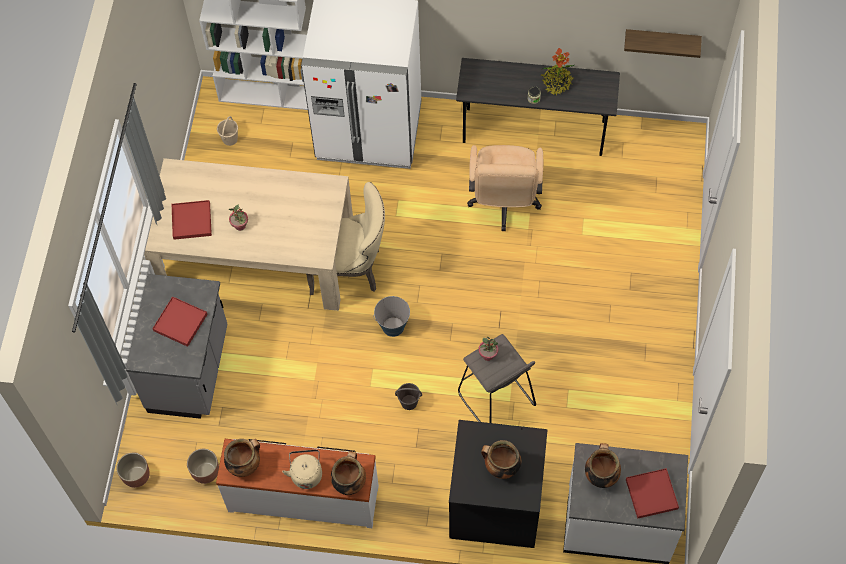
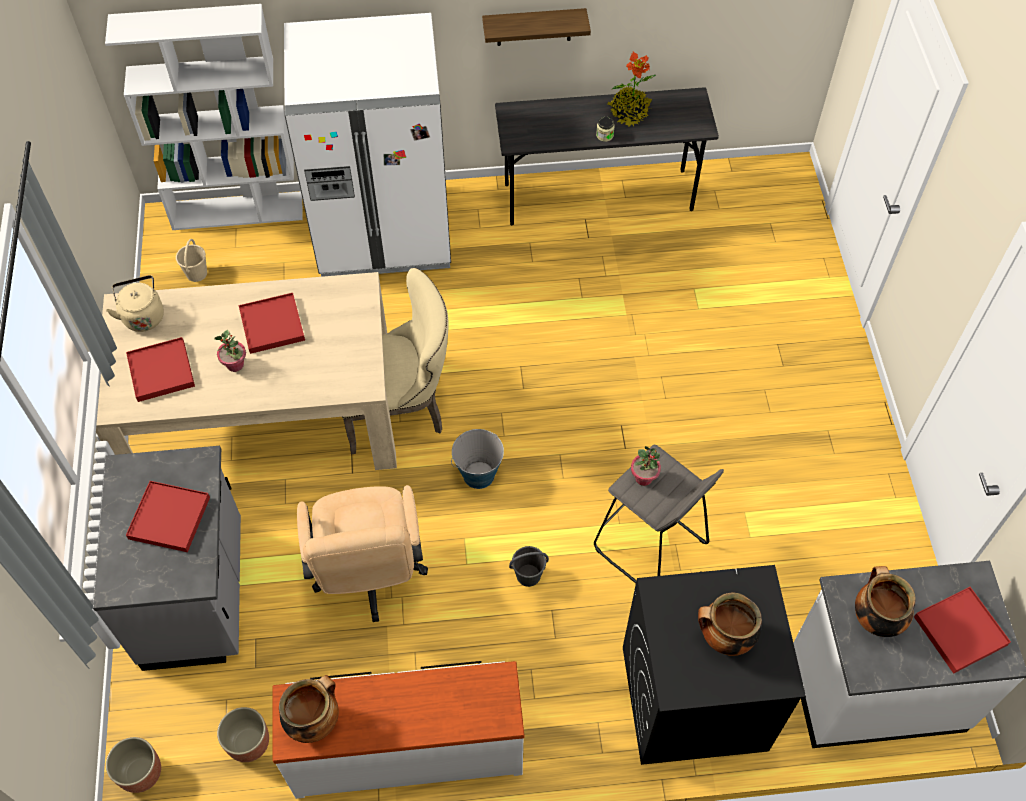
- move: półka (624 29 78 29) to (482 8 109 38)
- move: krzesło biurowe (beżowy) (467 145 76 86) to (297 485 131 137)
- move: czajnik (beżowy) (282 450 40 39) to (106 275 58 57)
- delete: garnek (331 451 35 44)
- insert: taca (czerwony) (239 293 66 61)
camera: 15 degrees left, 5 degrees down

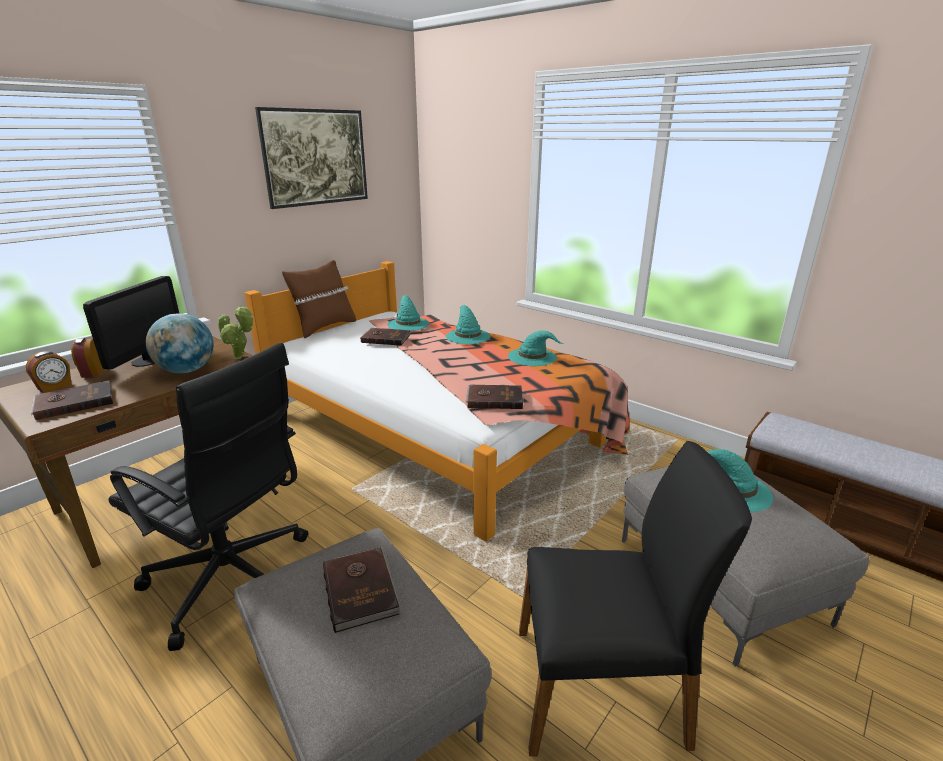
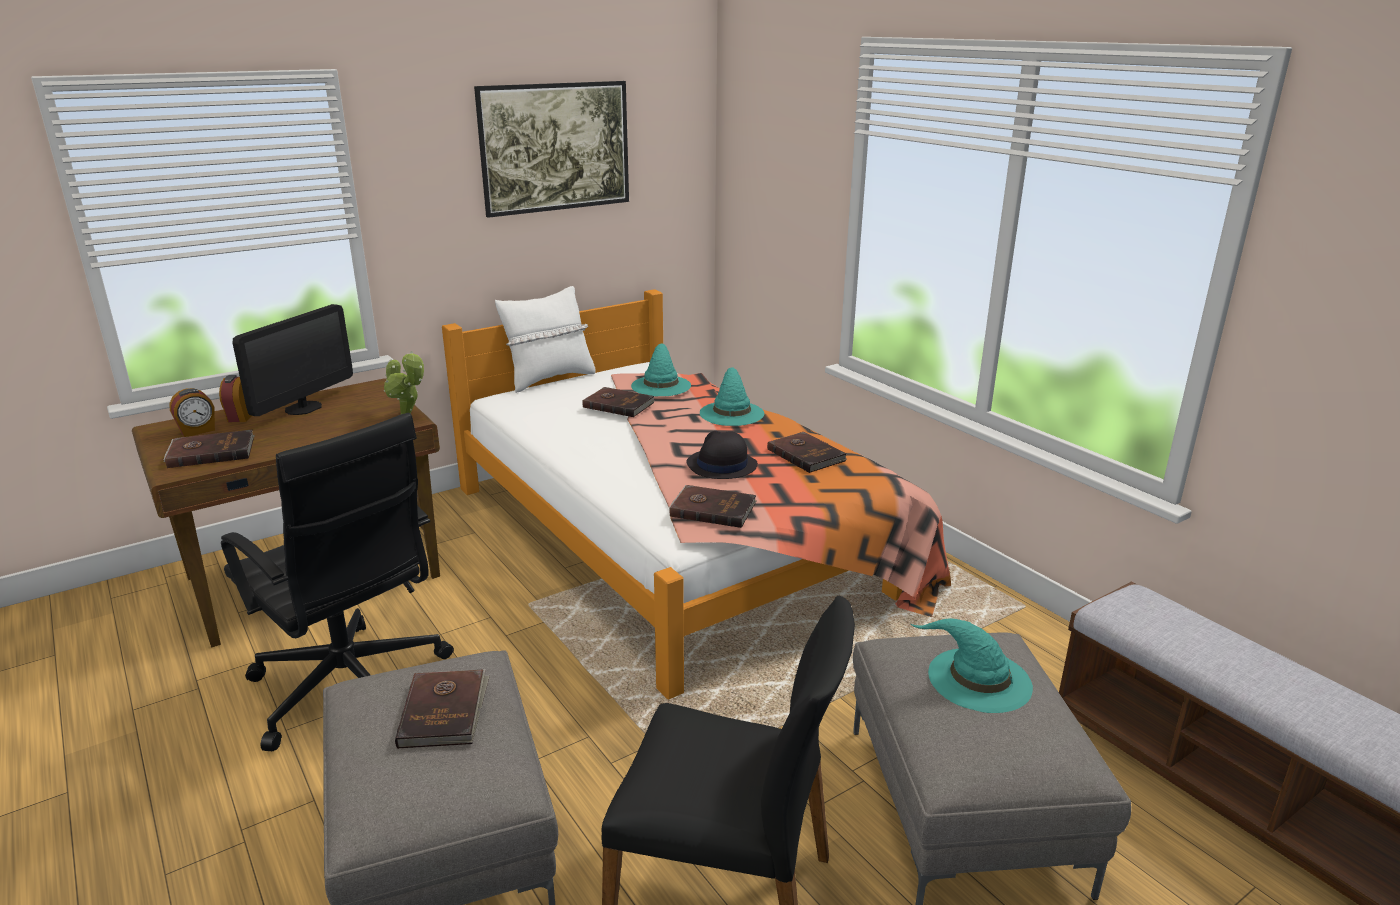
- recolor: poduszka (brązowy) (282 260 74 79) to poduszka (biały) (495 286 100 107)
- delete: globus (146 313 68 60)
- replace: kapelusz (turkusowy) (508 330 56 36) to książka (brązowy) (767 432 80 41)
- insert: kapelusz (czarny) (686 431 72 48)
camera: 15 degrees right, 0 degrees up

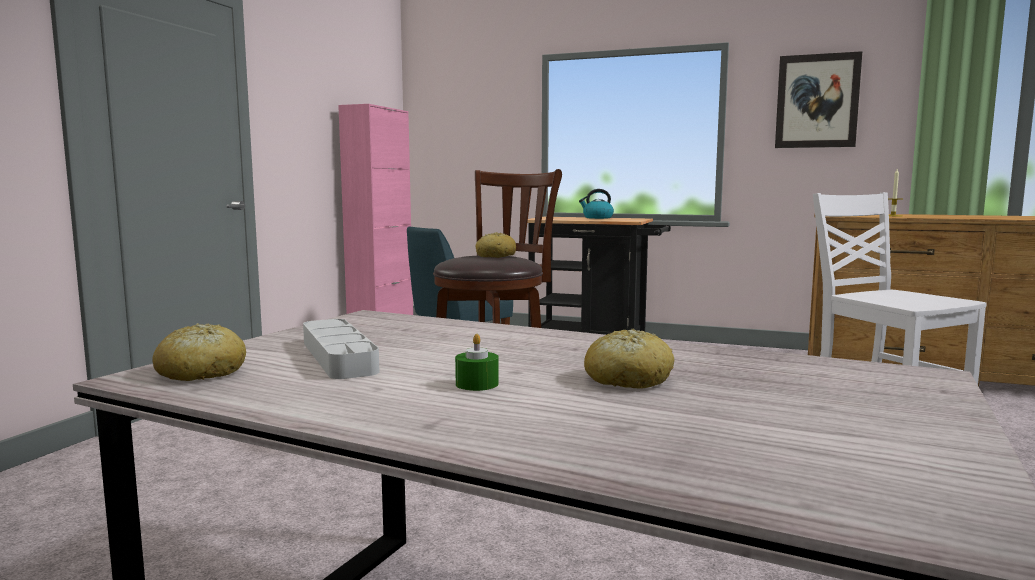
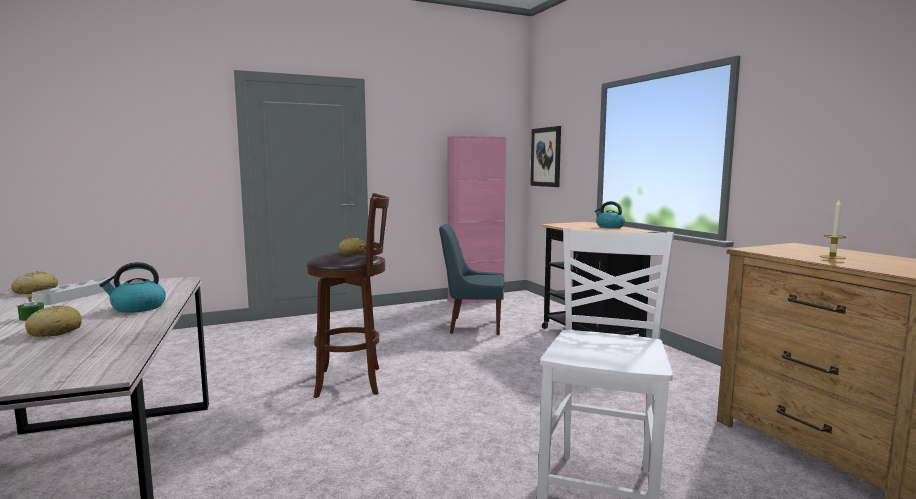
- move: obraz (775 51 87 97) to (530 126 31 61)
- insert: czajnik (99 262 67 51)
camera: 45 degrees right, 0 degrees up

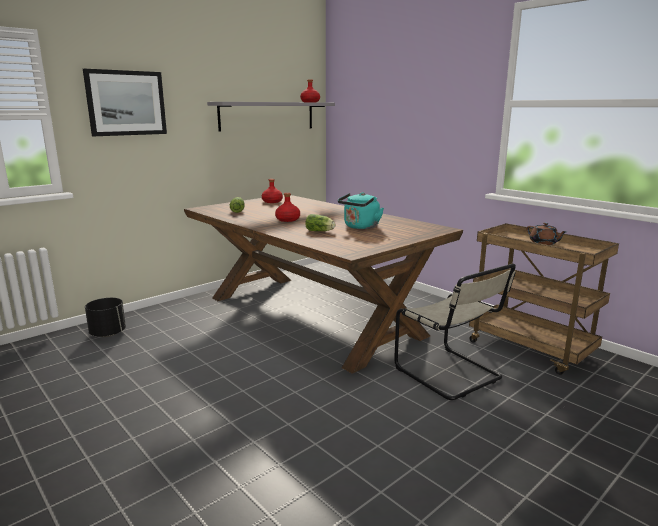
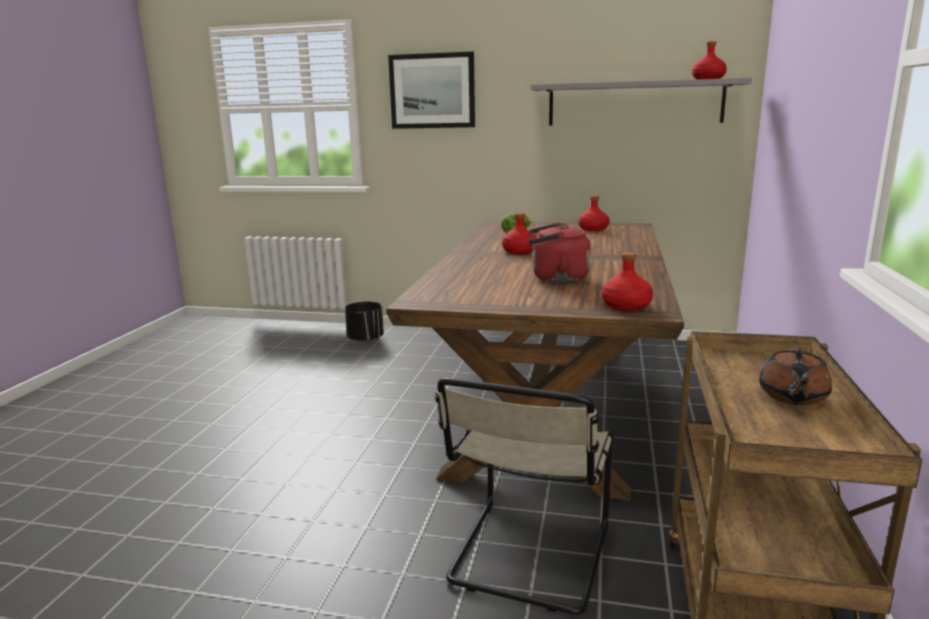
- recolor: czajnik (turkusowy) (338 192 46 37) to czajnik (czerwony) (529 223 62 60)
- delete: sałata (305 214 30 17)
- insert: butelka (czerwony) (601 252 52 59)
camera: 55 degrees right, 0 degrees up

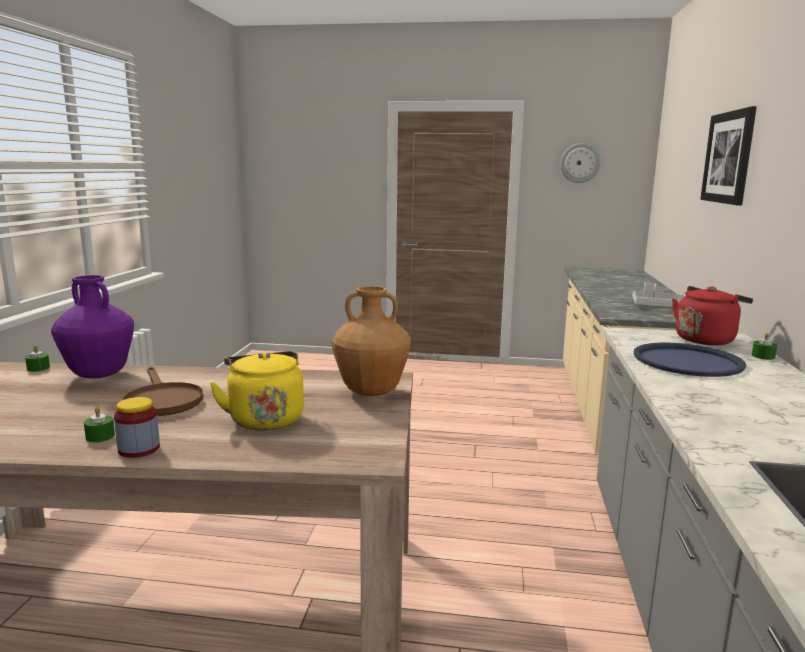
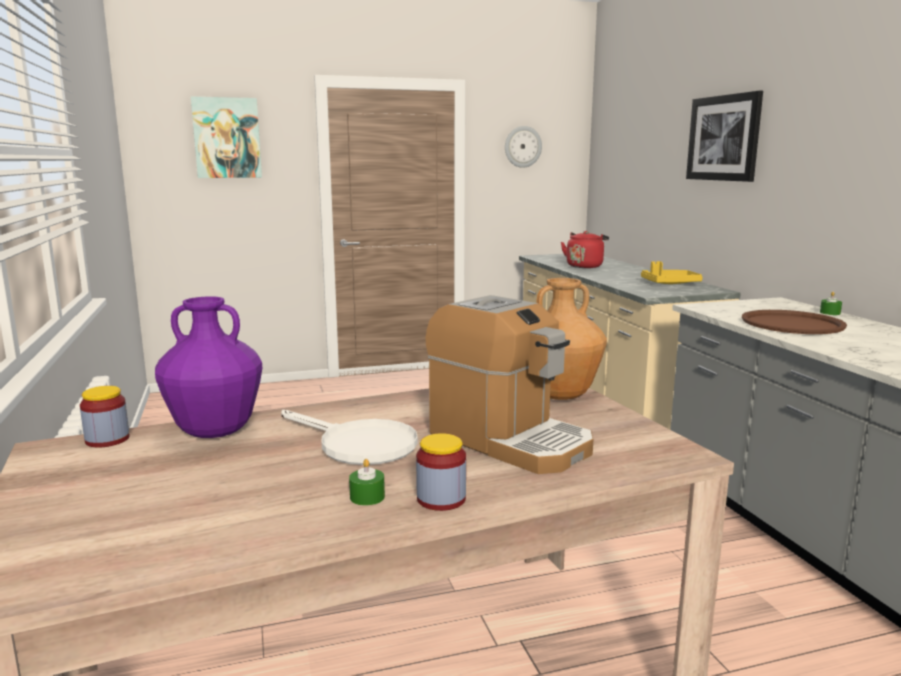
- recolor: taca (szary) (632 283 53 25) to taca (żółty) (641 261 62 23)
- move: czajnik (czerwony) (672 286 81 59) to (561 231 48 37)
- recolor: taca (niebieski) (634 343 112 34) to taca (brązowy) (742 310 105 24)
- replace: świeca (zielony) (25 345 25 27) to słoik (80 386 50 61)
- replace: czajnik (żółty) (210 351 94 79) to ekspres do kawy (425 295 168 179)
- recolor: patelnia (brązowy) (123 367 80 49) to patelnia (biały) (281 410 137 55)
- insert: obraz (191 96 71 82)
camera: 25 degrees left, 0 degrees up

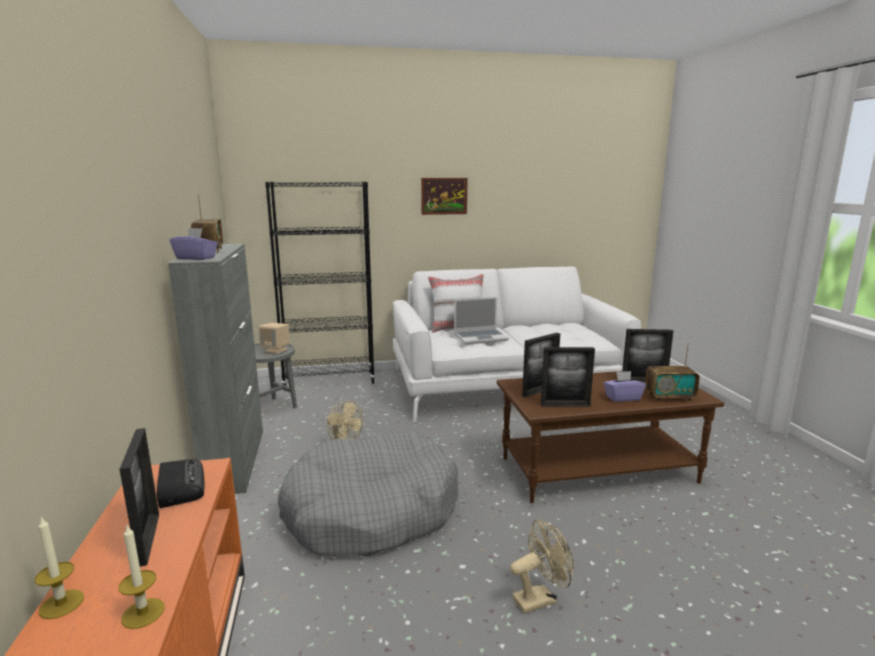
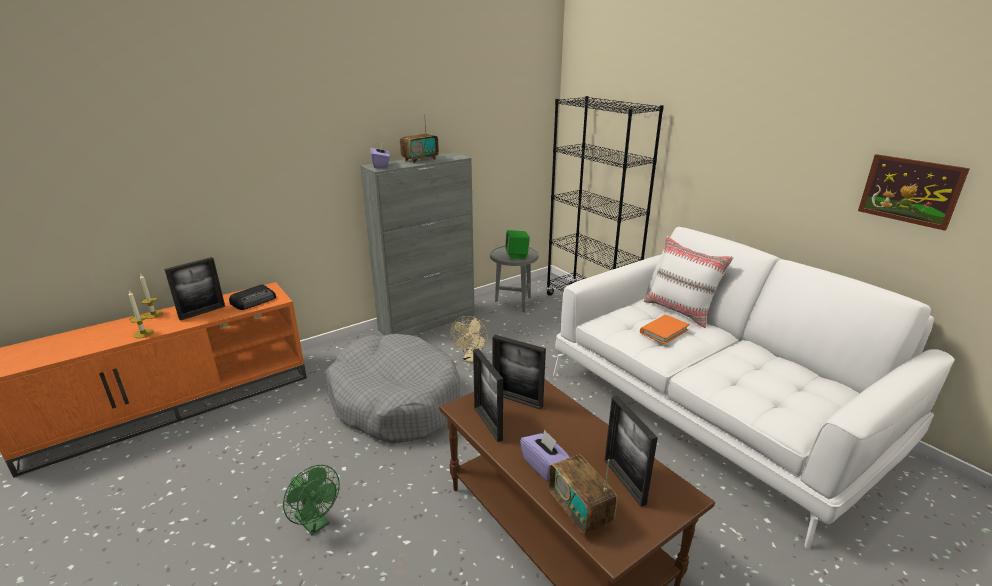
- move: obraz (421 178 46 37) to (858 154 112 77)
- replace: laptop (454 297 55 47) to książka (pomarańczowy) (640 315 50 29)
- recolor: głośnik (beżowy) (259 323 30 31) to głośnik (zielony) (505 230 25 30)
- recolor: wentylator (beżowy) (510 519 64 95) to wentylator (zielony) (283 465 57 70)
camera: 65 degrees right, 10 degrees up

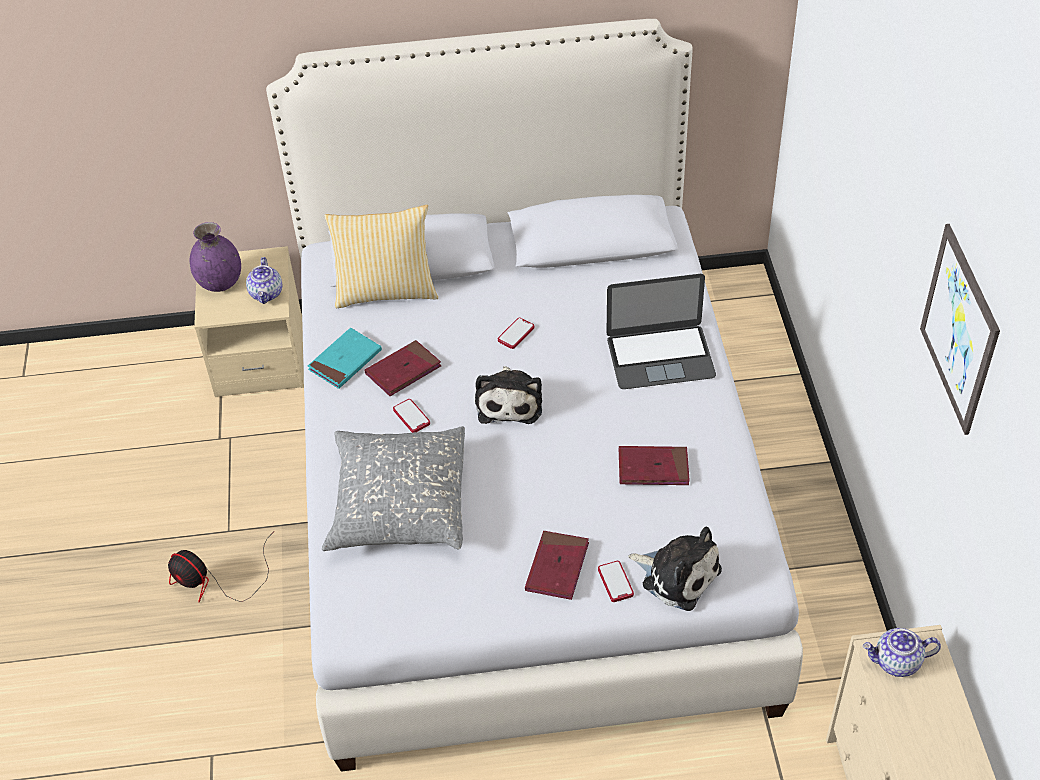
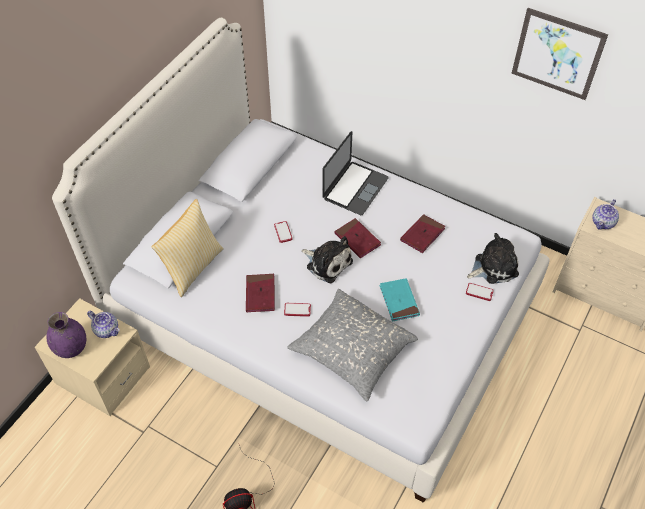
- move: książka (turkusowy) (308 328 74 61) to (380 278 40 44)
- move: książka (czerwony) (525 531 64 69) to (335 218 46 40)
camera: 55 degrees left, 5 degrees up

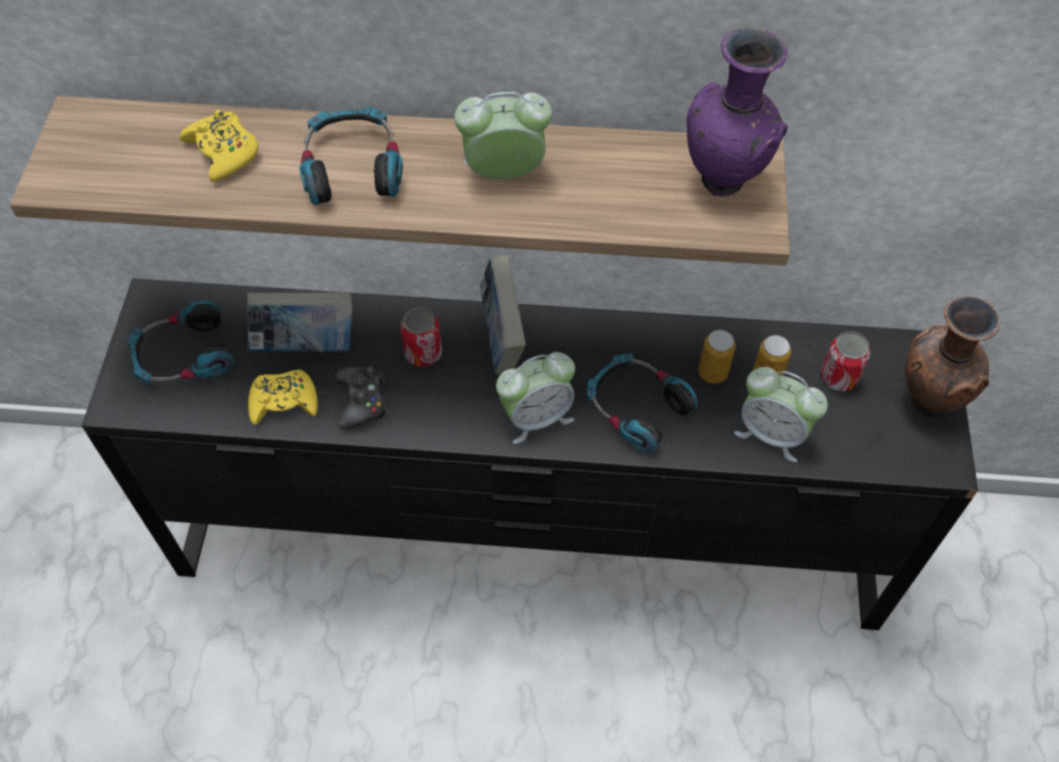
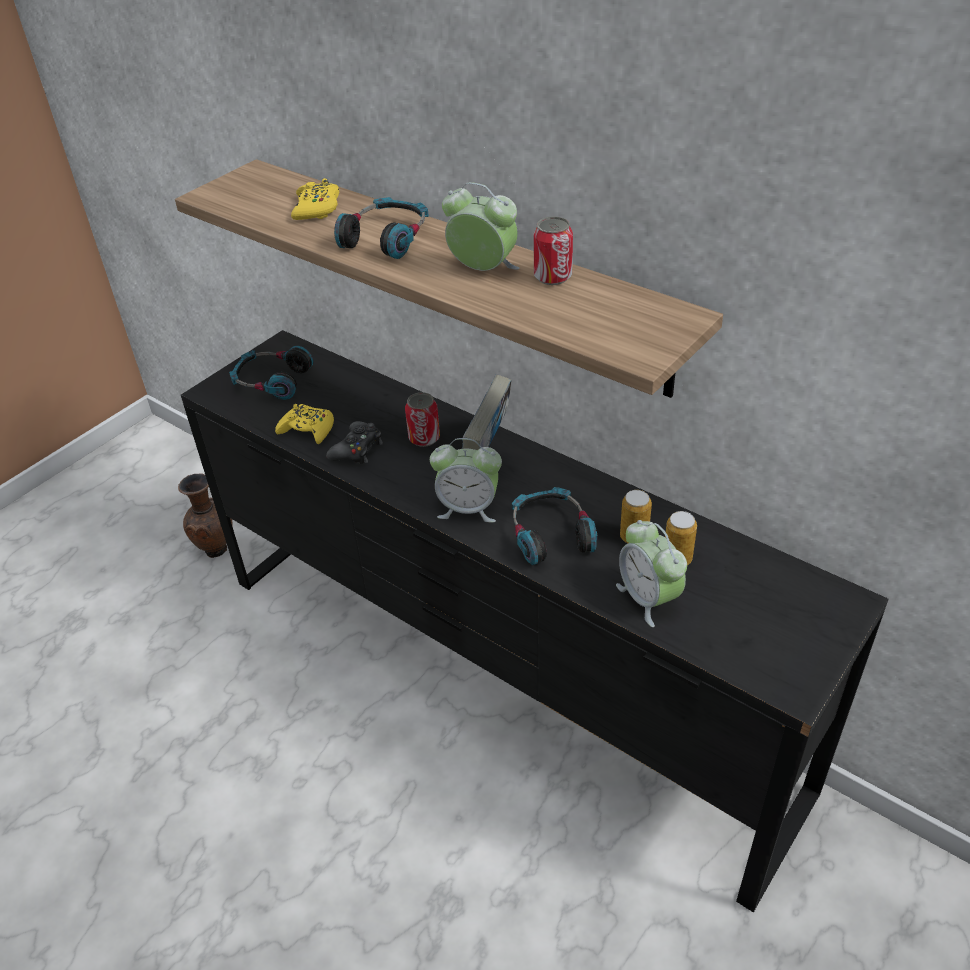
- delete: wazon (fioletowy) (687 27 101 169)
- delete: książka (247 292 106 60)
- move: wazon (brązowy) (905 296 96 122) to (178 473 55 85)
- move: puszka (821 331 49 60) to (533 217 40 68)
camera: 35 degrees right, 15 degrees down

